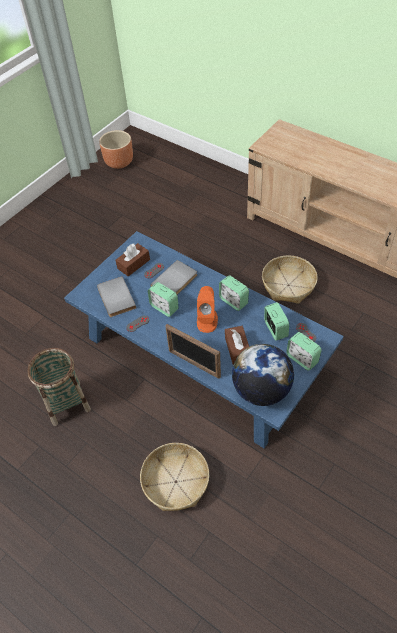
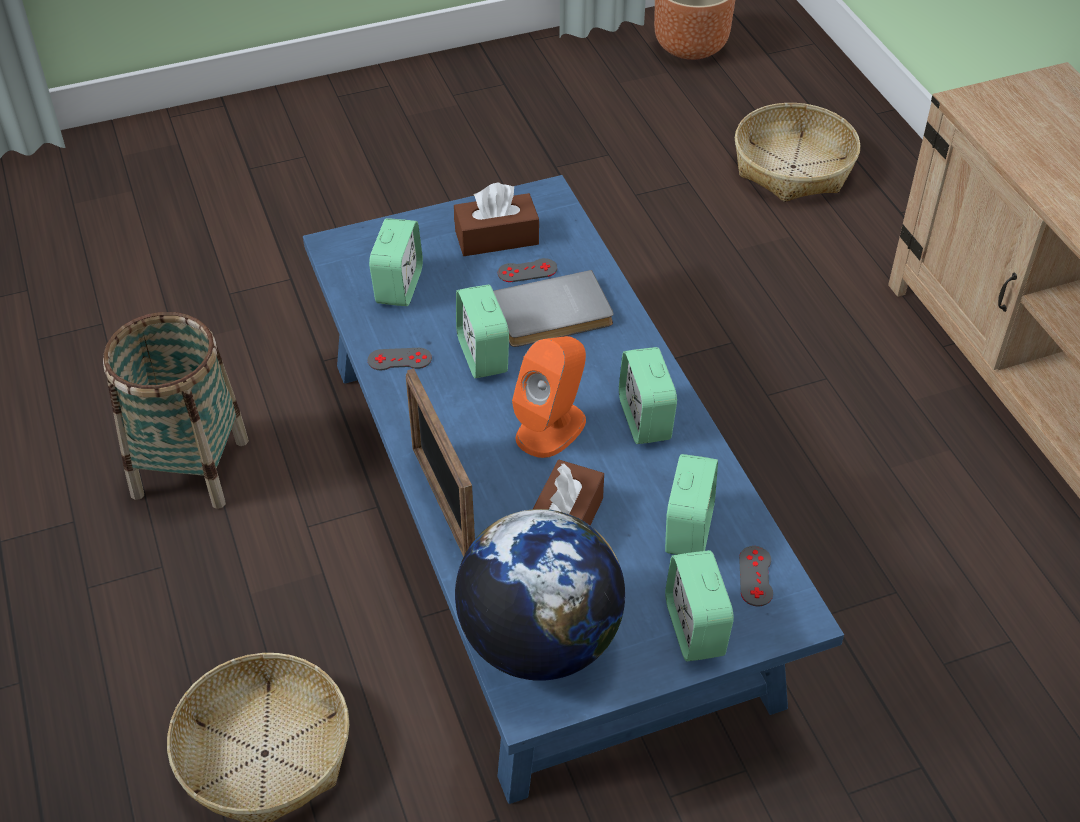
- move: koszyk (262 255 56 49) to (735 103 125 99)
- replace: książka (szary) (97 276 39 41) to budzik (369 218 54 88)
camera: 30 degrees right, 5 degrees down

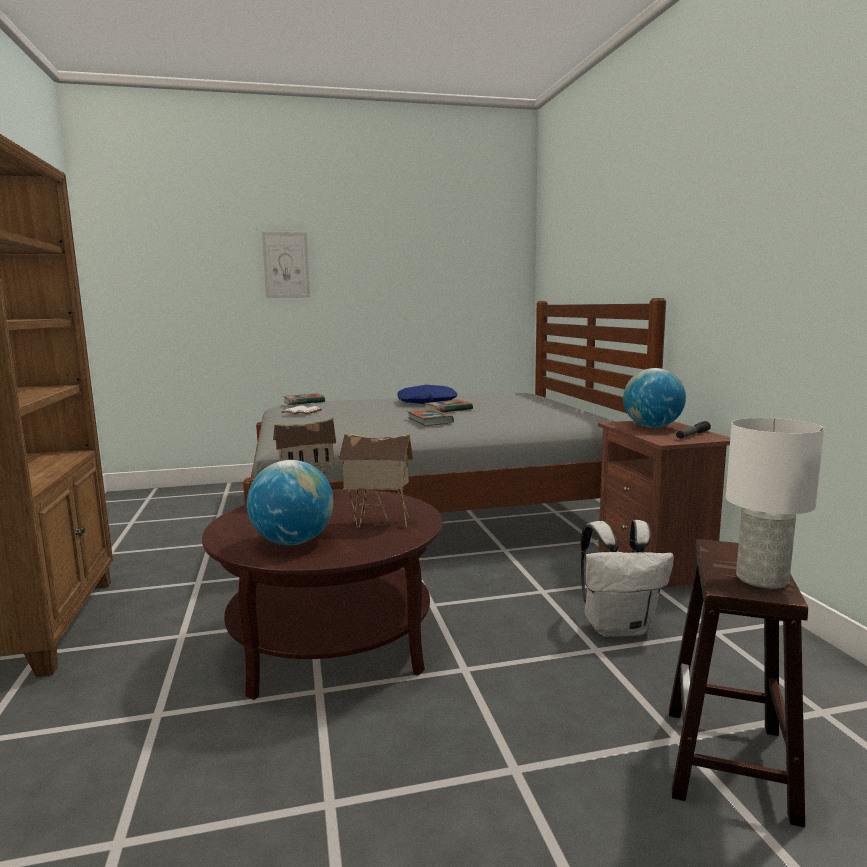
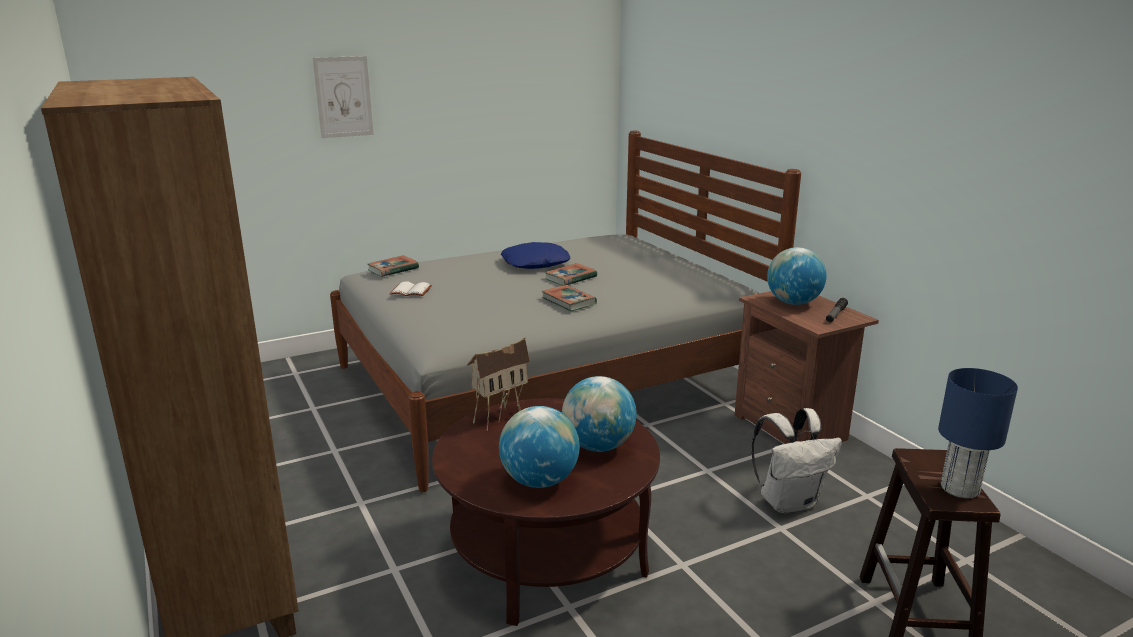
- recolor: lampa stołowa (biały) (726 418 98 171) to lampa stołowa (niebieski) (938 368 80 130)
- replace: domek (338 433 75 95) to globus (562 376 75 76)
camera: 15 degrees left, 10 degrees up

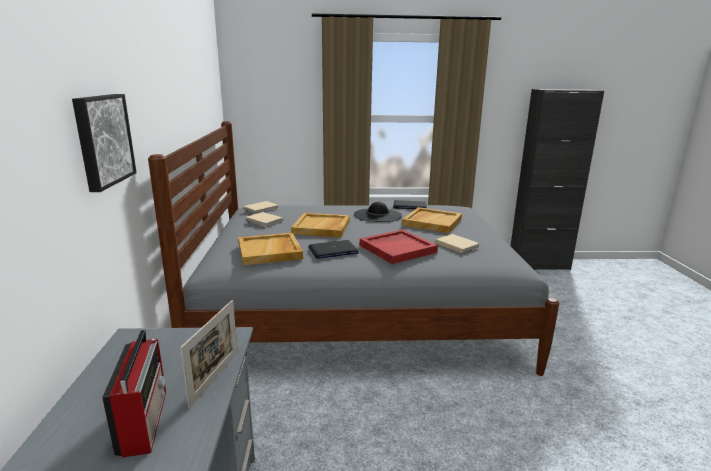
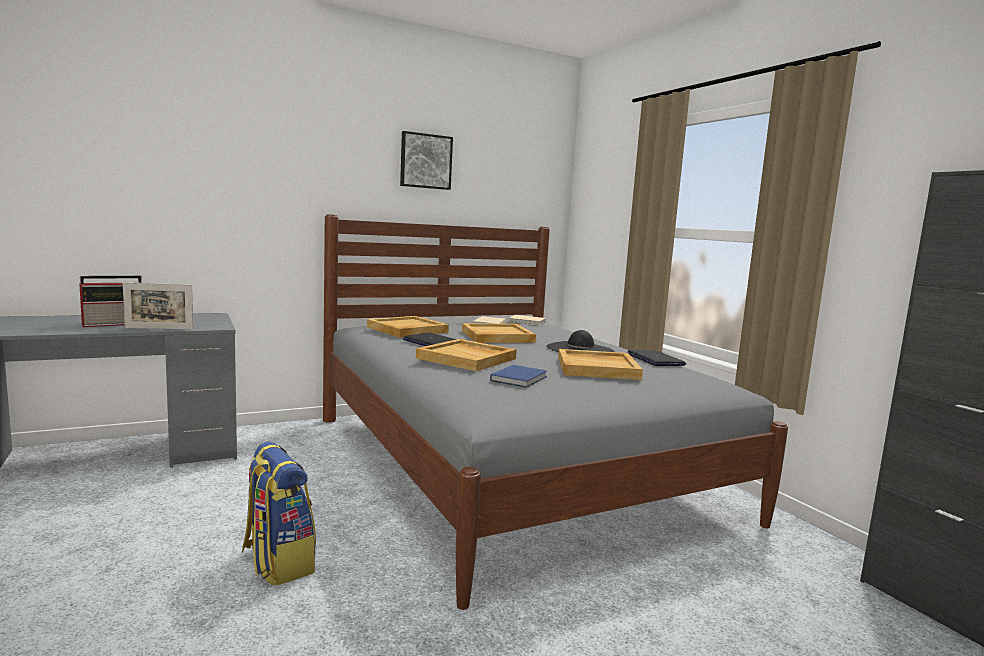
- move: obraz (72 94 65 98) to (400 131 53 59)
- recolor: taca (czerwony) (360 229 78 35) to taca (beżowy) (416 339 101 32)
- recolor: książka (beżowy) (435 234 45 20) to książka (niebieski) (490 365 57 23)
- insert: plecak (242 442 74 144)
camera: 65 degrees right, 10 degrees down

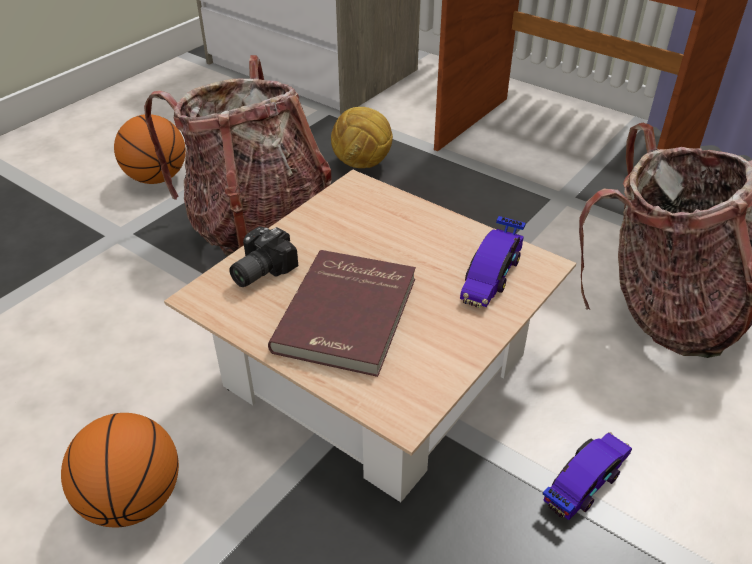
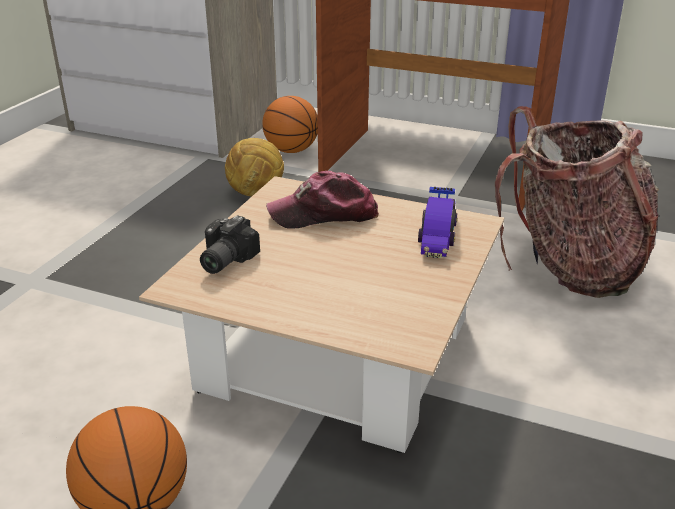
- delete: plecak (144 55 188 201)
- move: piłka do koszykówki (114 114 72 70) to (262 96 56 57)
- delete: książka (czerwony) (268 250 148 127)
- delete: samochodzik (543 432 89 88)
- insert: czapka z daszkiem (266 171 113 57)
camera: 15 degrees left, 10 degrees down

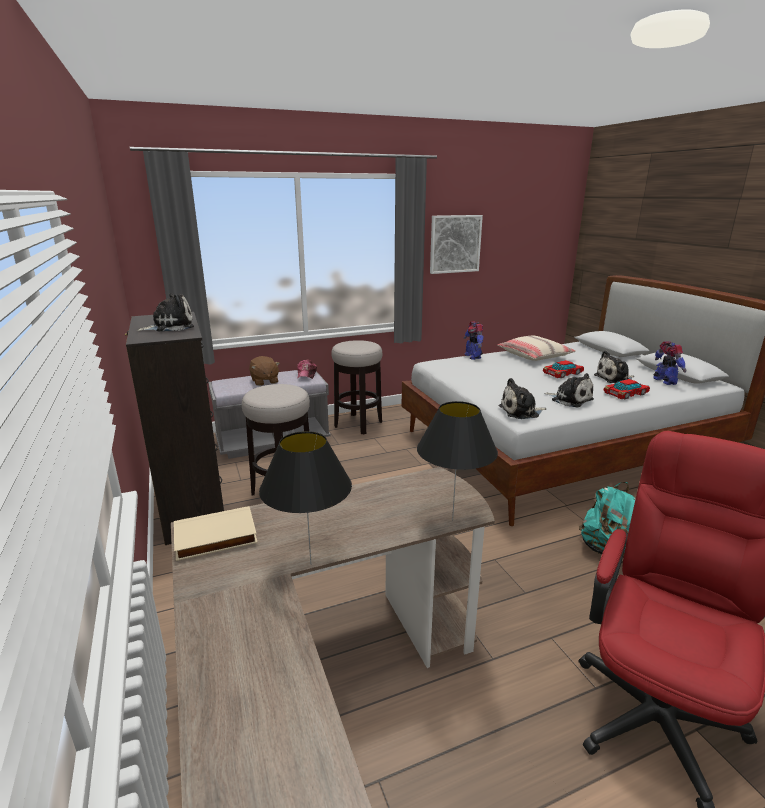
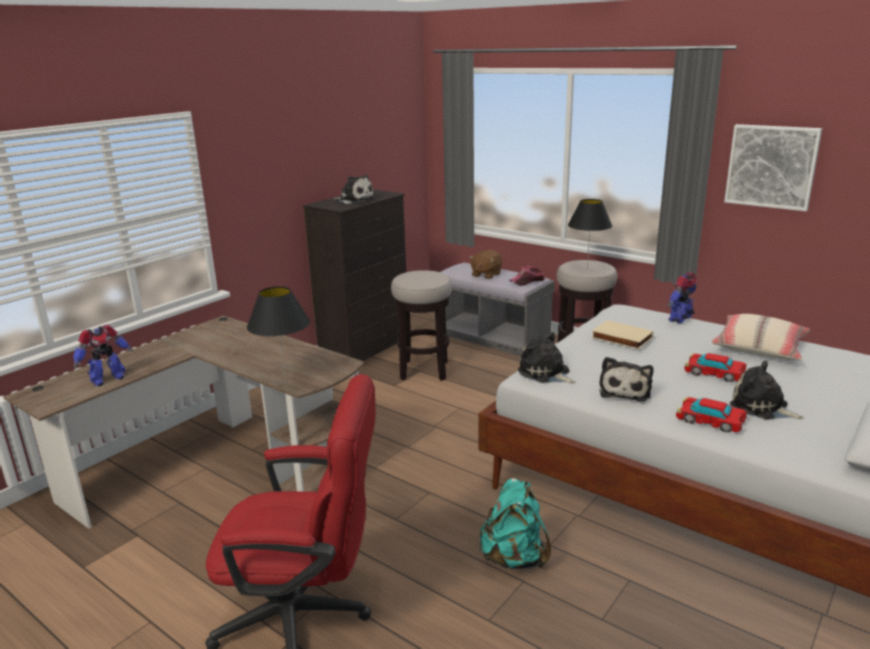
- move: robot zabawkowy (653 341 33 44) to (73 325 60 61)
- move: lampa stołowa (czarny) (259 431 93 134) to (568 199 44 70)
- move: książka (beżowy) (174 506 84 55) to (591 320 62 29)
camera: 60 degrees right, 0 degrees up

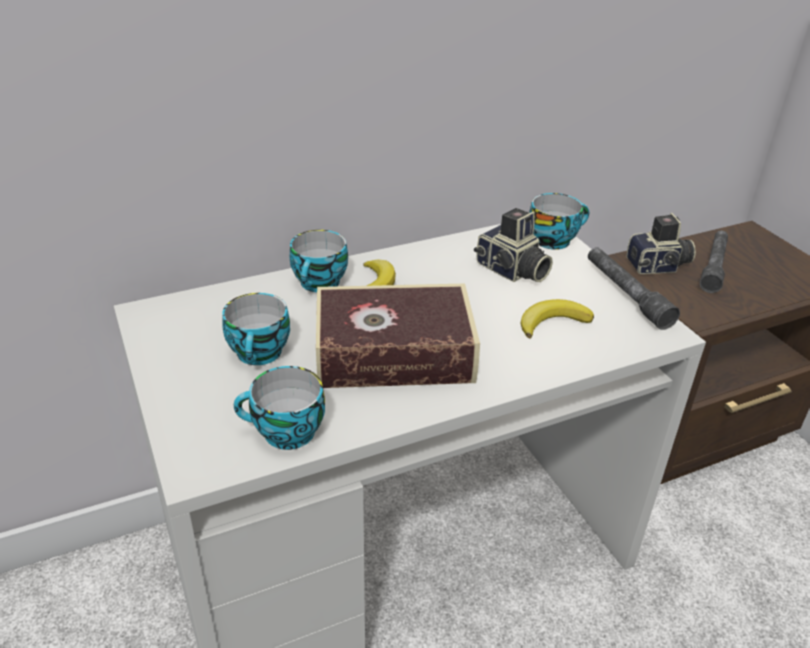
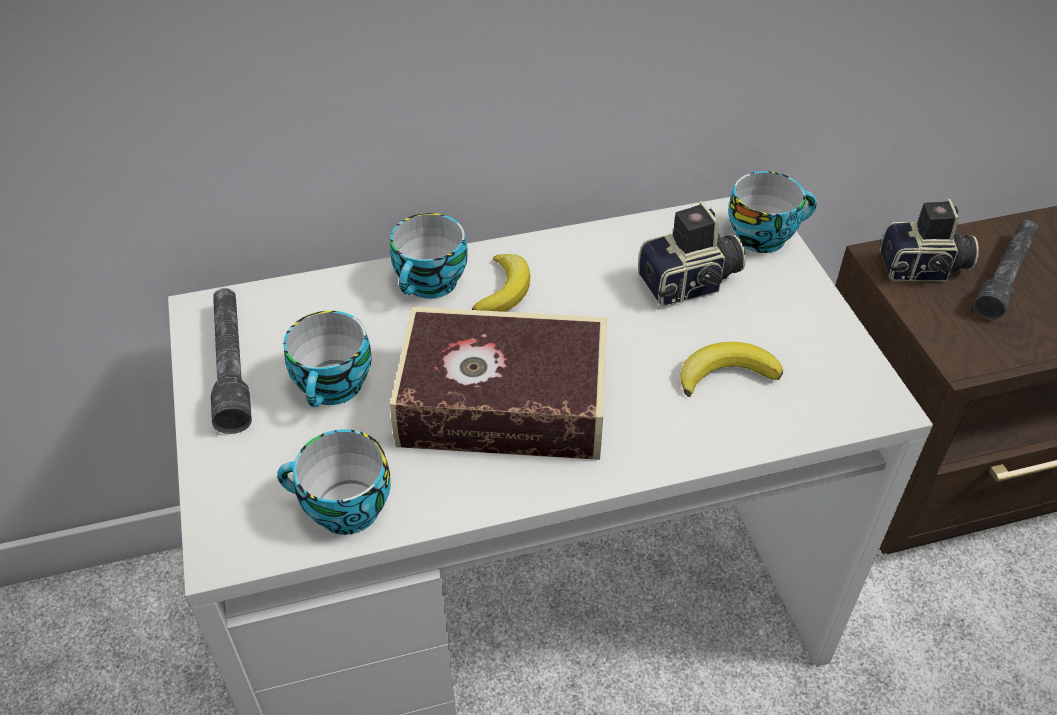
- rotate: aparat fotograficzny (474 208 79 74) = (638 201 108 105) 75 degrees counterclockwise
- move: latarka (szary) (588 247 92 83) to (211 288 41 146)
camera: 10 degrees right, 10 degrees up

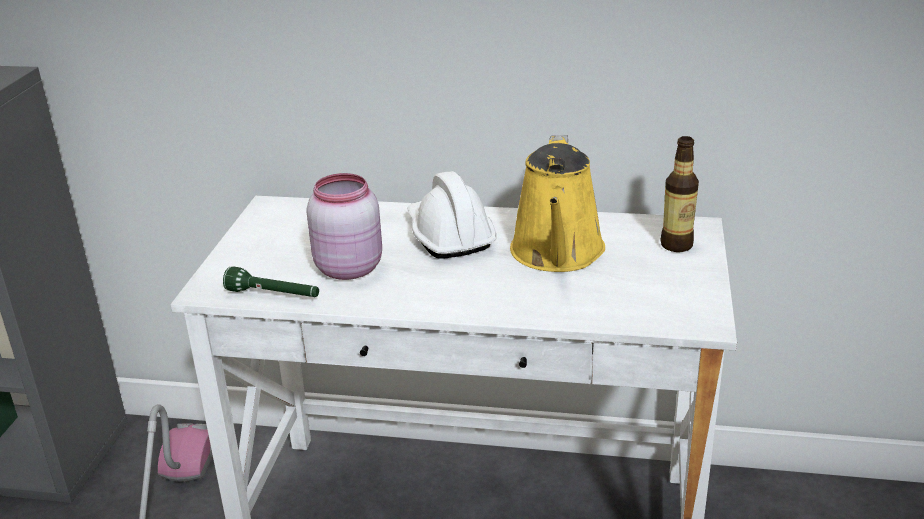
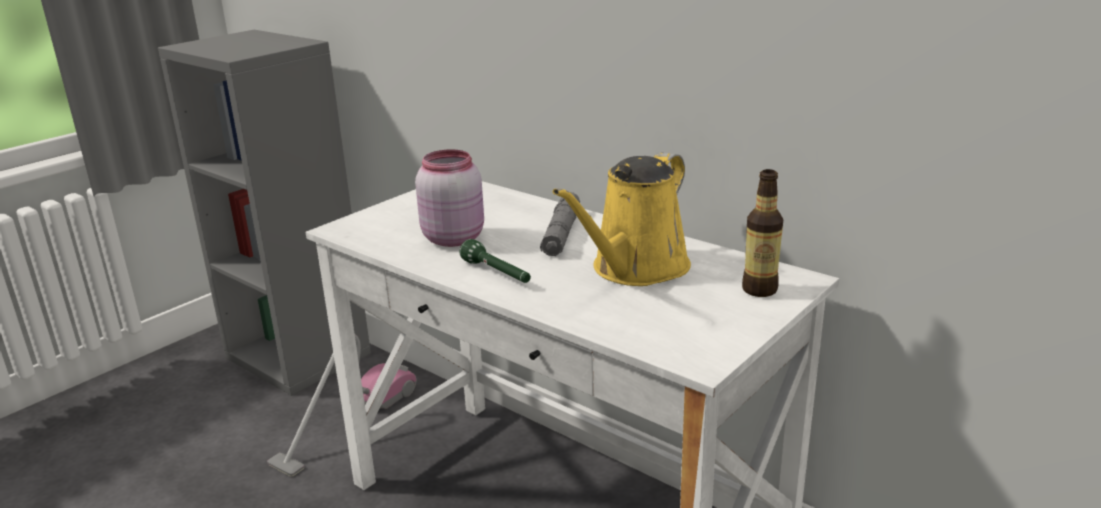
- replace: kask (biały) (407 171 89 88) to latarka (szary) (540 192 40 64)
- move: latarka (zielony) (223 266 96 31) to (460 239 71 44)
camera: 30 degrees right, 5 degrees down

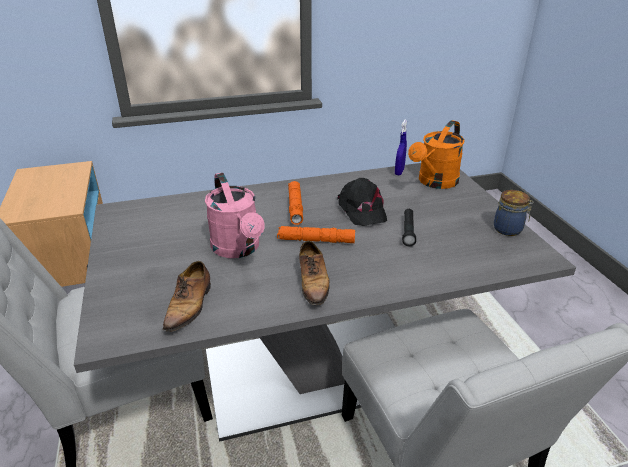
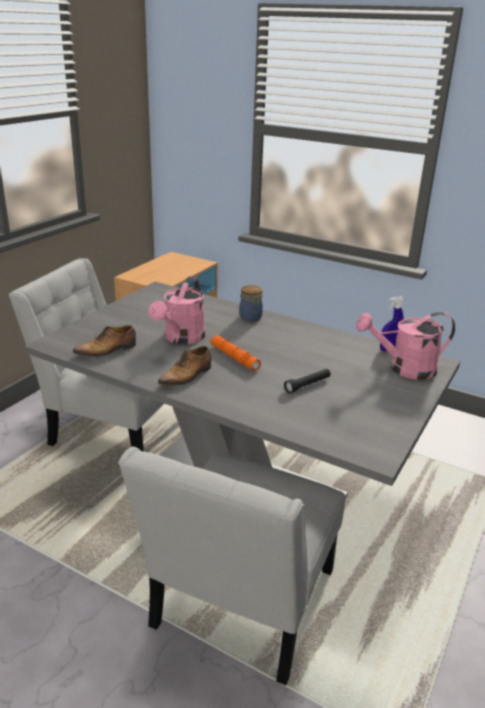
- recolor: konewka (pomarańczowy) (408 120 57 69) to konewka (różowy) (356 312 99 68)
- delete: czapka z daszkiem (czarny) (337 178 50 48)
- delete: latarka (pomarańczowy) (288 181 15 44)
- move: słoik (494 190 39 46) to (239 285 24 37)
camera: 45 degrees right, 5 degrees down

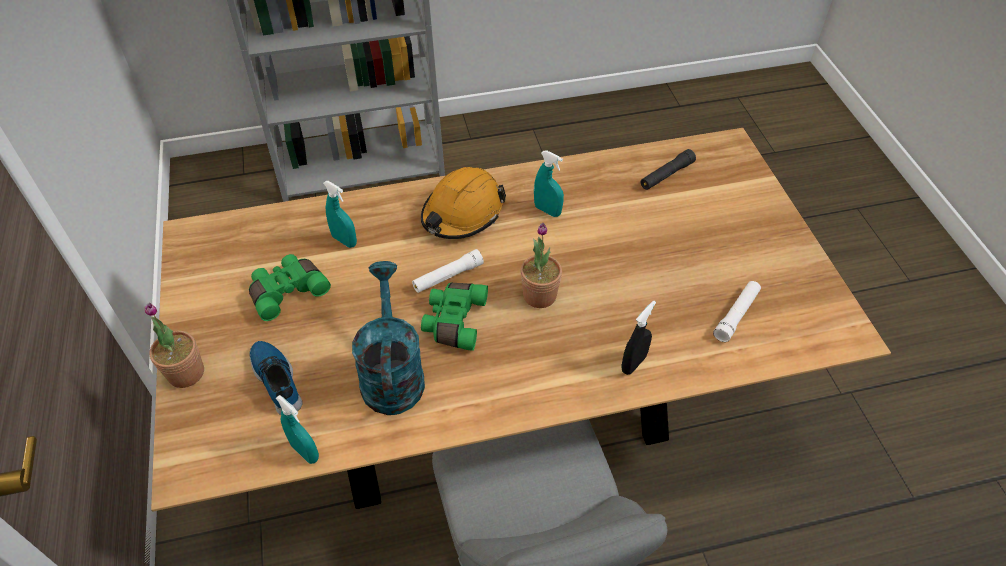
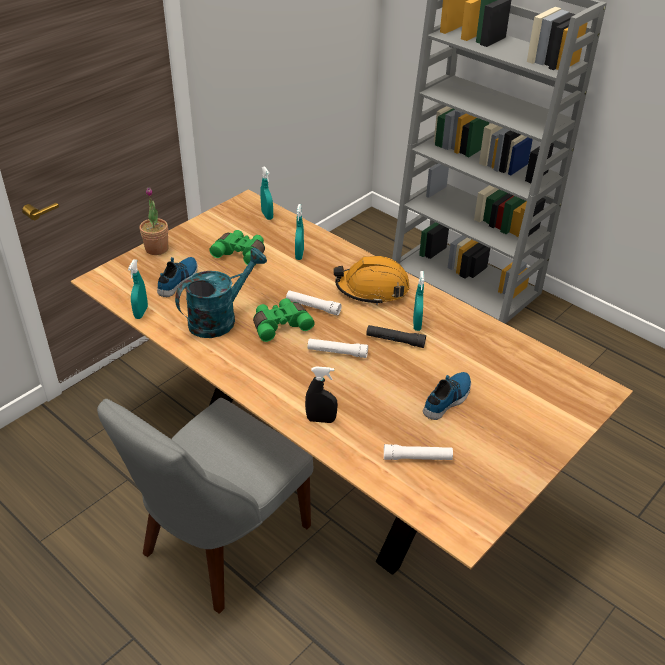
- move: latarka (czarny) (641 149 55 41) to (366 325 60 23)
- replace: roślina doniczkowa (520 223 42 85) to latarka (biały) (308 338 60 20)
- insert: spryskiwacz (turkusowy) (260 166 13 54)
- insert: but (423 372 48 48)
camera: 55 degrees right, 10 degrees down

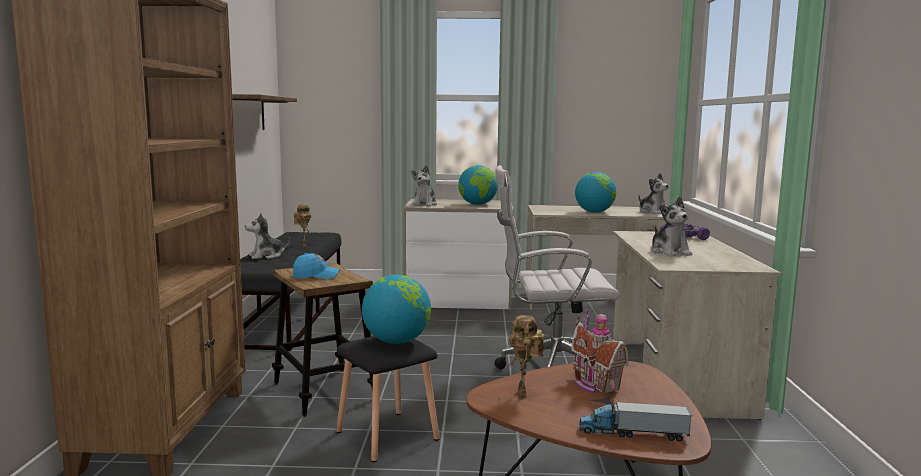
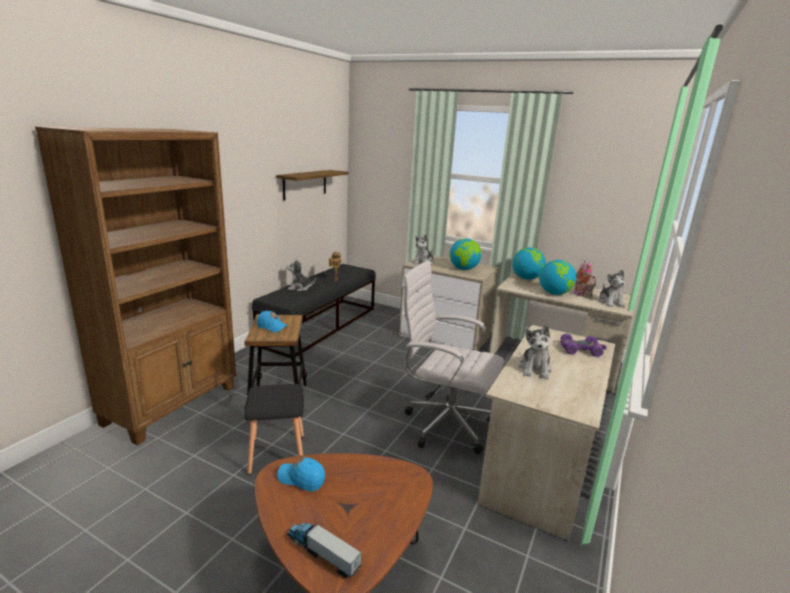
- move: globus (362 275 69 69) to (512 247 34 33)
- move: domek (571 307 58 87) to (573 260 23 37)
- replace: robot zabawkowy (509 315 36 83) to czapka z daszkiem (niebieski) (277 457 48 35)
camera: 25 degrees right, 10 degrees up

